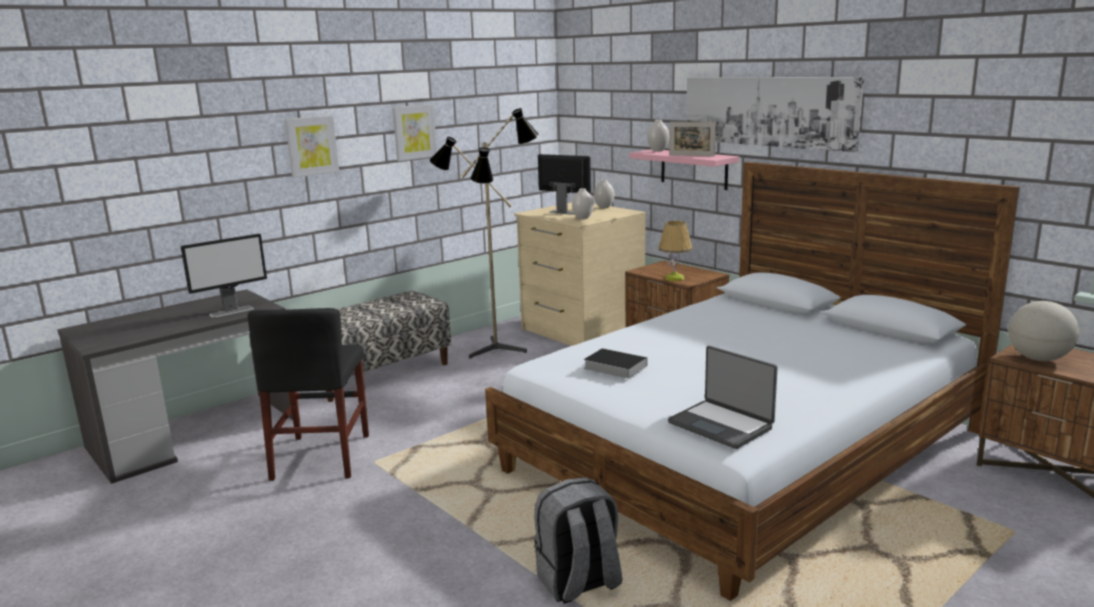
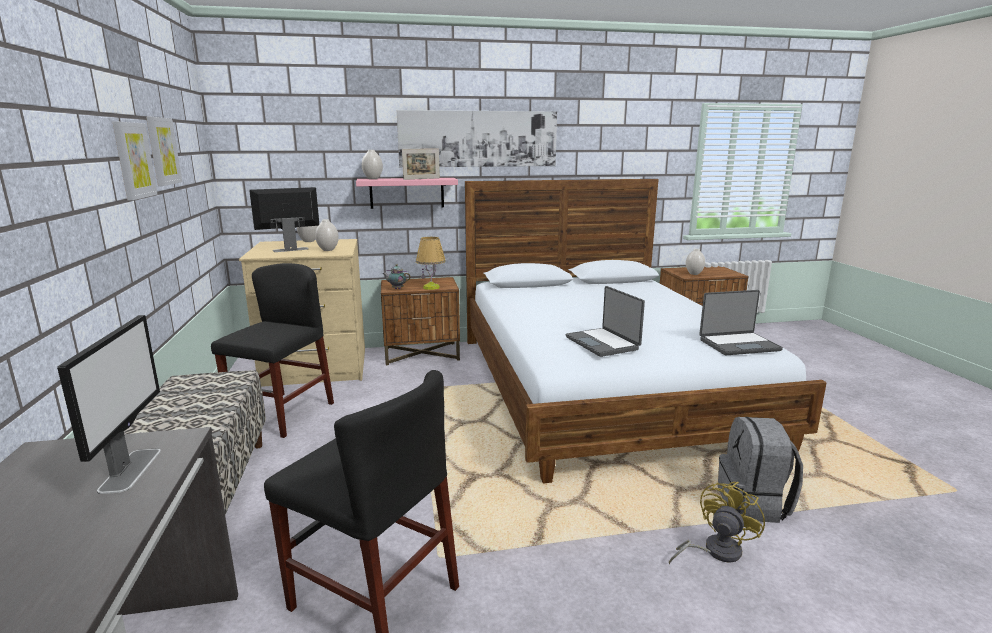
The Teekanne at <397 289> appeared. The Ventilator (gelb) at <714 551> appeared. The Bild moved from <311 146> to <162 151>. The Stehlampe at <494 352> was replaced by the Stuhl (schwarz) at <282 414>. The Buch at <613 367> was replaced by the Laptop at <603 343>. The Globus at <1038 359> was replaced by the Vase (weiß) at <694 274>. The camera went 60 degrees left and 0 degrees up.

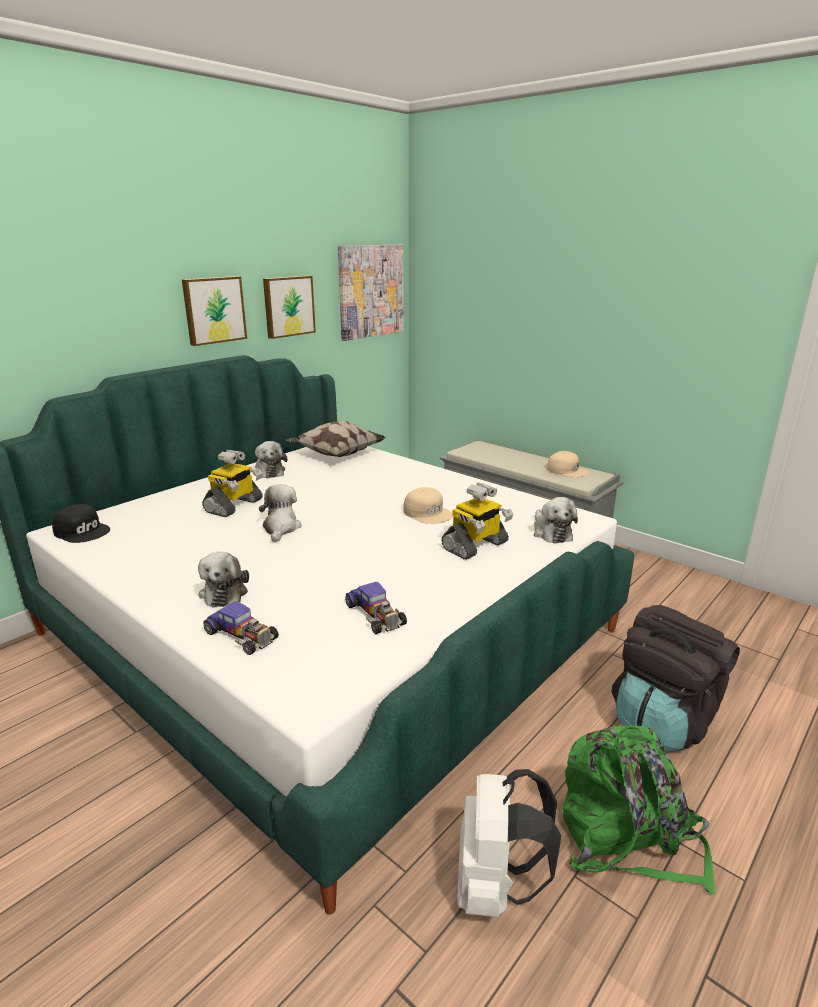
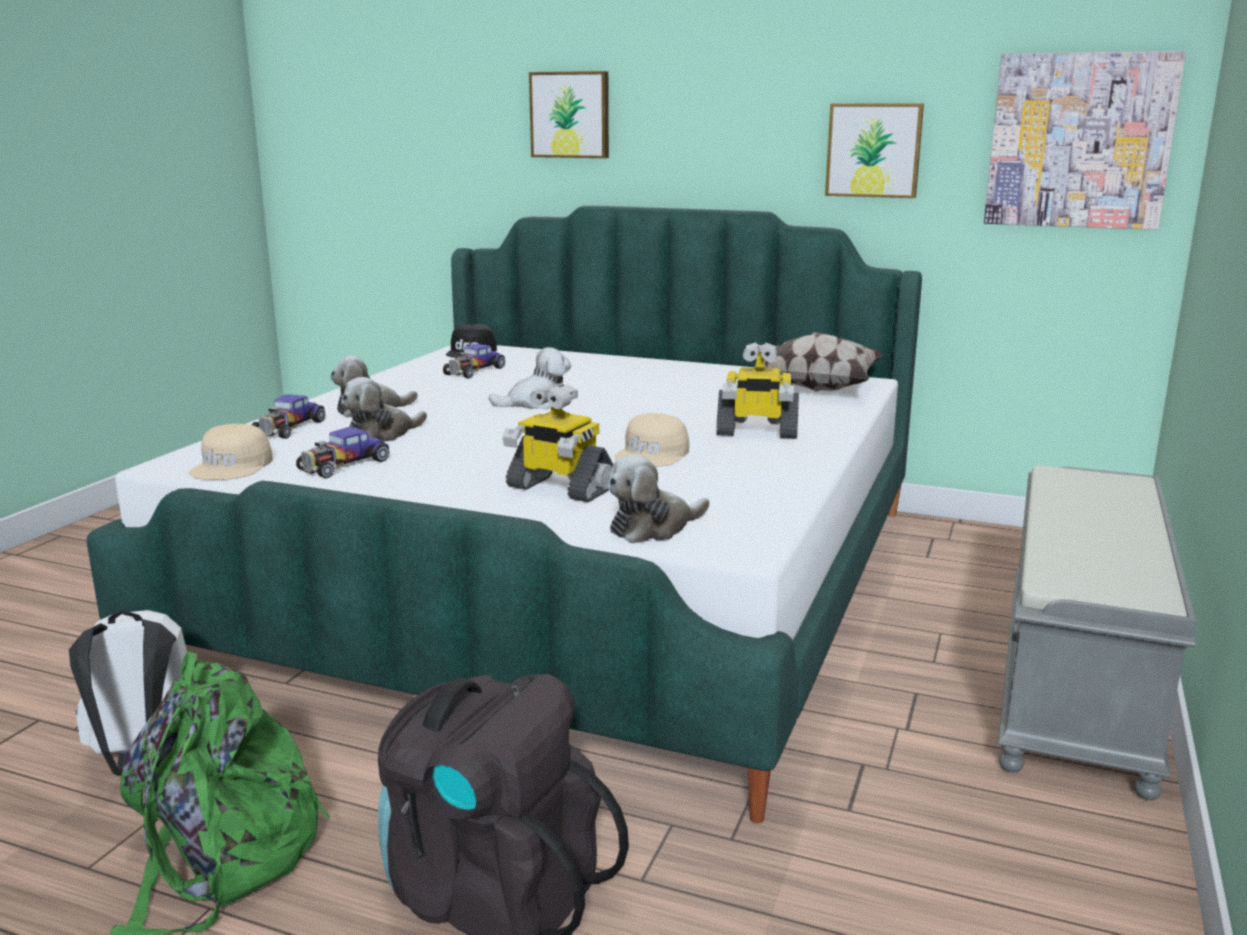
The Spielzeugauto at <474 371> appeared. The Bild moved from <213 310> to <570 115>. The Spielzeugroboter moved from <234 506> to <756 432>. The Plüschtier moved from <269 471> to <382 434>. The Kappe (beige) moved from <567 470> to <233 466>. The camera went 70 degrees right and 5 degrees down.

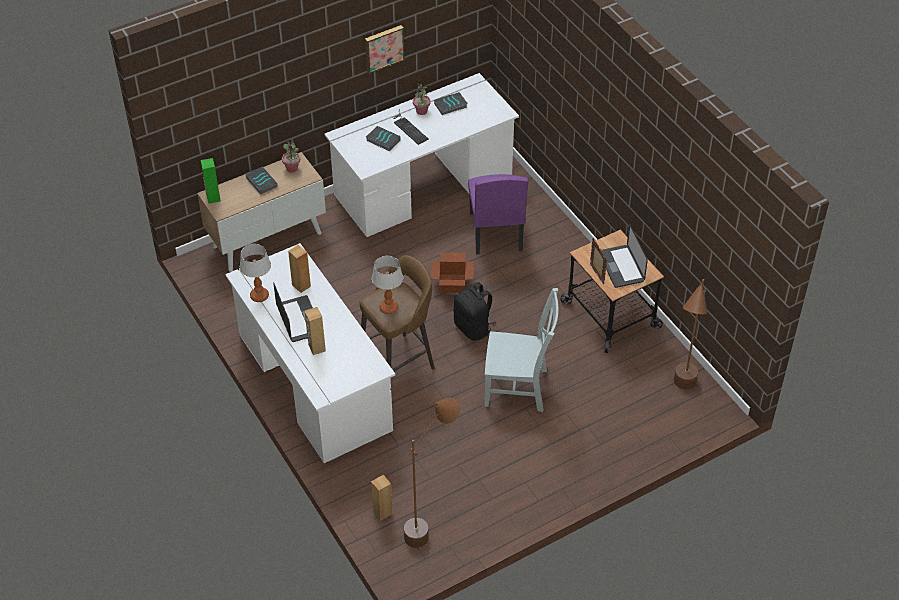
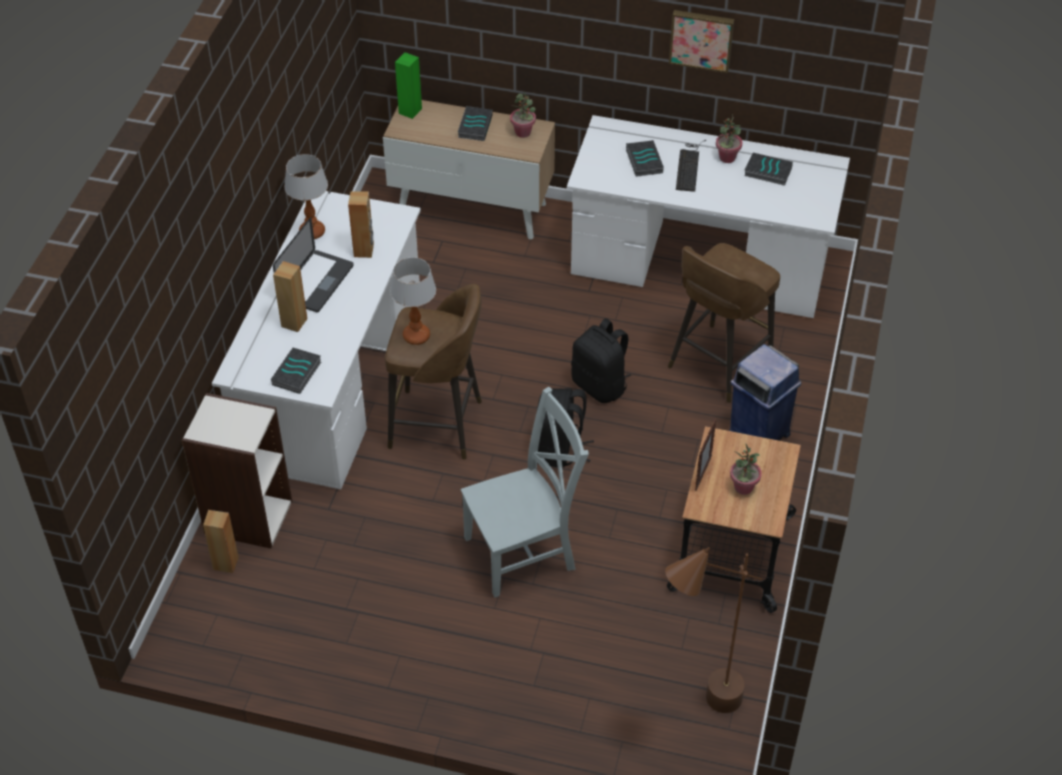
The Stehlampe (braun) at <431 524> disappeared. The Bücherregal at <247 517> appeared. The Buch at <297 374> appeared. The Mülleimer (blau) at <758 434> appeared. The Karton at <453 282> was replaced by the Rucksack (schwarz) at <600 385>. The Stuhl (lila) at <495 231> was replaced by the Hocker (braun) at <717 365>. The Laptop at <621 267> was replaced by the Topfpflanze at <743 487>. The Stuhl (grau) at <519 388> turned 75 degrees counterclockwise. The camera went 45 degrees right and 0 degrees up.

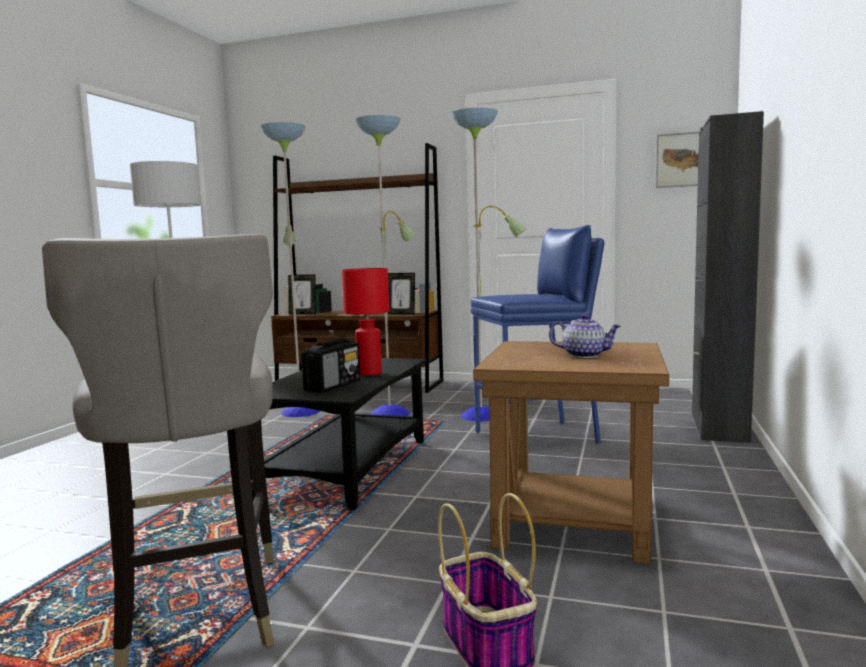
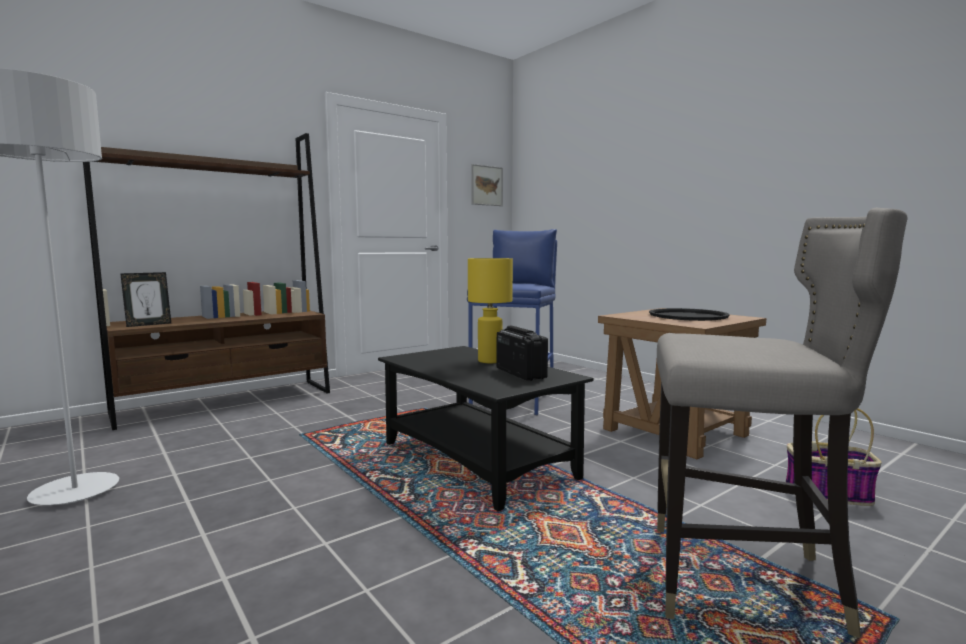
The Stehlampe at <391 412> disappeared. The Bilderrahmen at <401 314> disappeared. The Schrank (schwarz) at <719 427> disappeared. The Teekanne at <585 355> was replaced by the Tablett (schwarz) at <688 316>. The Tischlampe (rot) at <370 373> became the Tischlampe (gelb) at <490 361>. The camera went 55 degrees left and 0 degrees up.

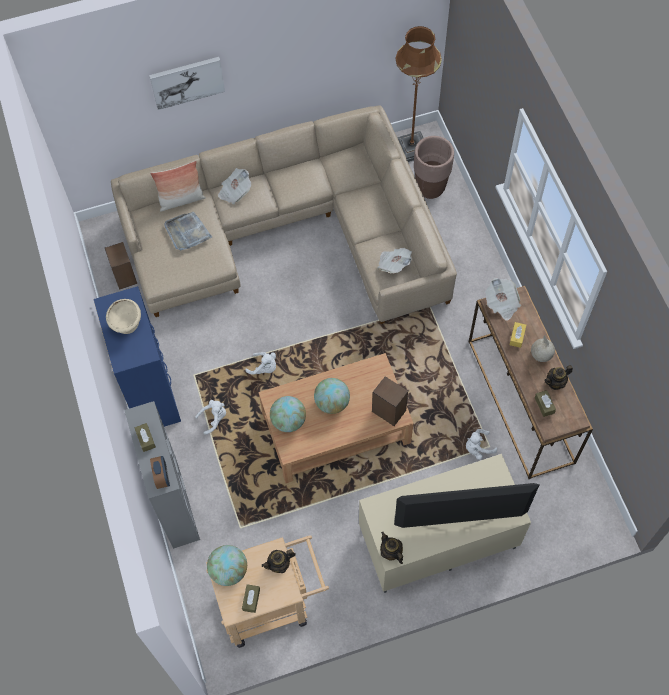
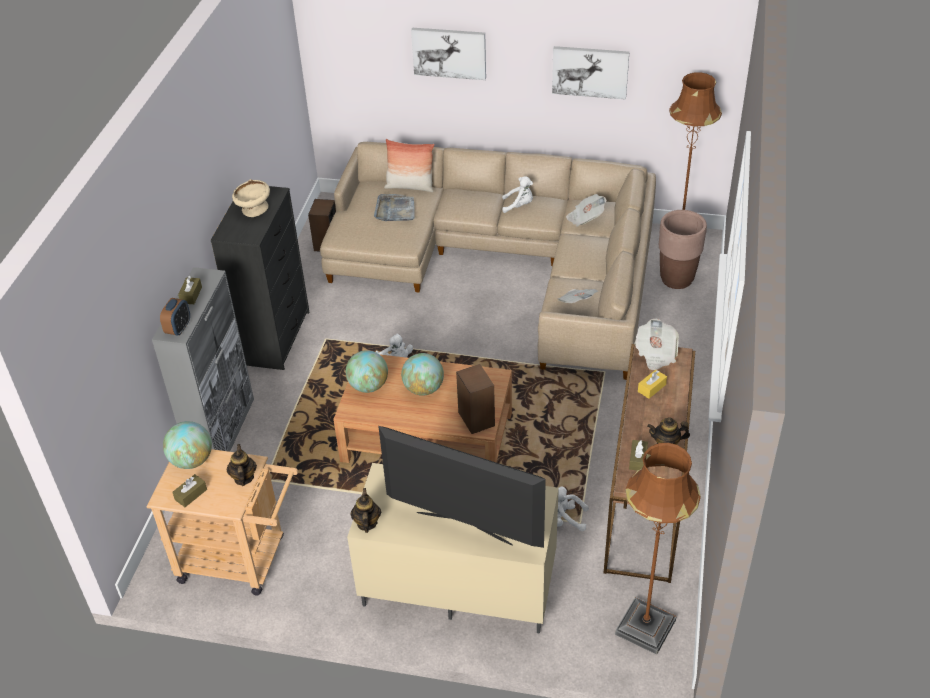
The Globus at <541 355> disappeared. The Bild at <590 71> appeared. The Stehlampe (braun) at <645 627> appeared. The Plüschtier (weiß) moved from <214 419> to <519 205>. The Zeitung moved from <234 191> to <585 218>. The Kommode (blau) at <151 393> became the Kommode (schwarz) at <275 337>. The Teekanne at <279 565> turned 75 degrees clockwise. The camera went 30 degrees right and 20 degrees down.

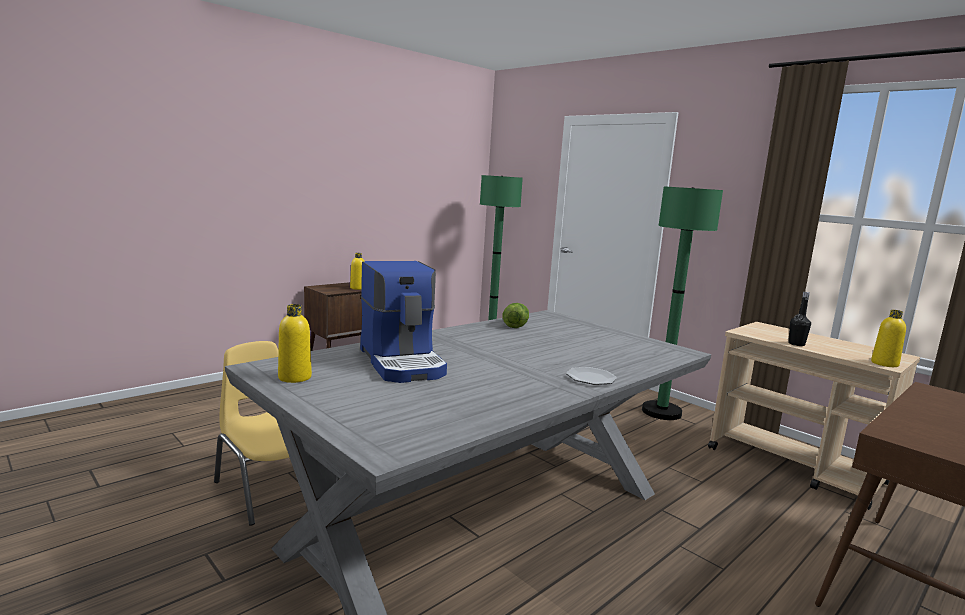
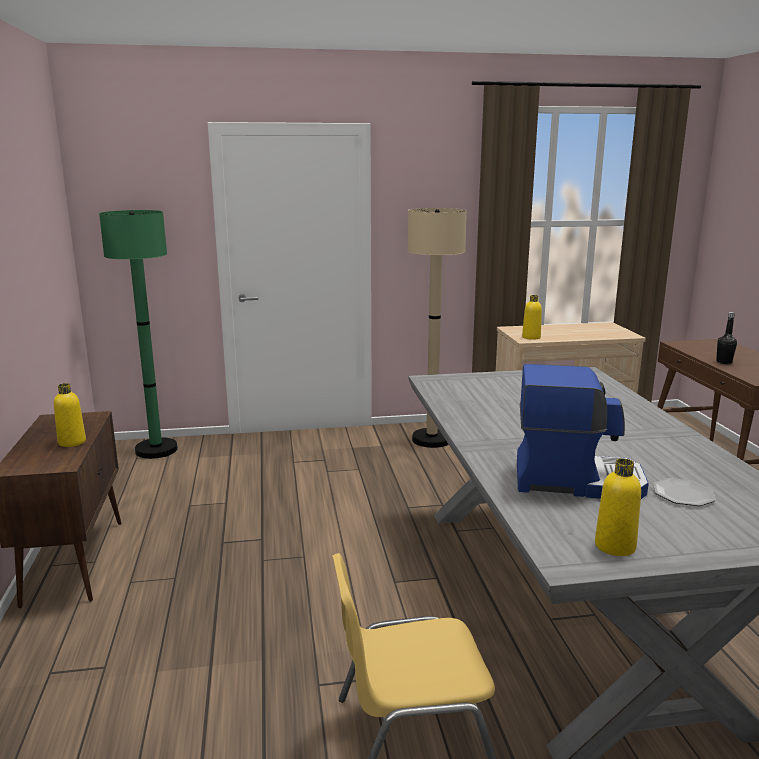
The Salatkopf at <515 325> disappeared. The Teller moved from <590 378> to <682 494>. The Flasche (schwarz) moved from <796 344> to <724 362>. The Flasche (gelb) moved from <884 364> to <531 337>. The Stehlampe (grün) at <661 412> became the Stehlampe (beige) at <431 439>. The camera went 55 degrees left and 5 degrees up.

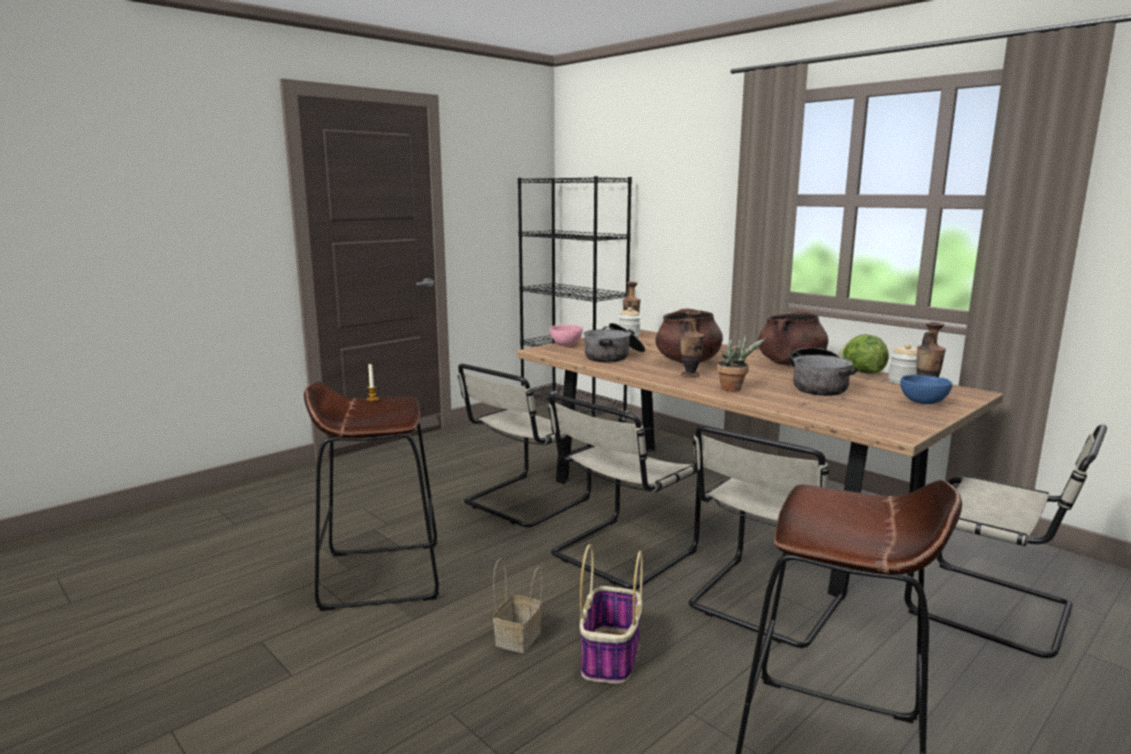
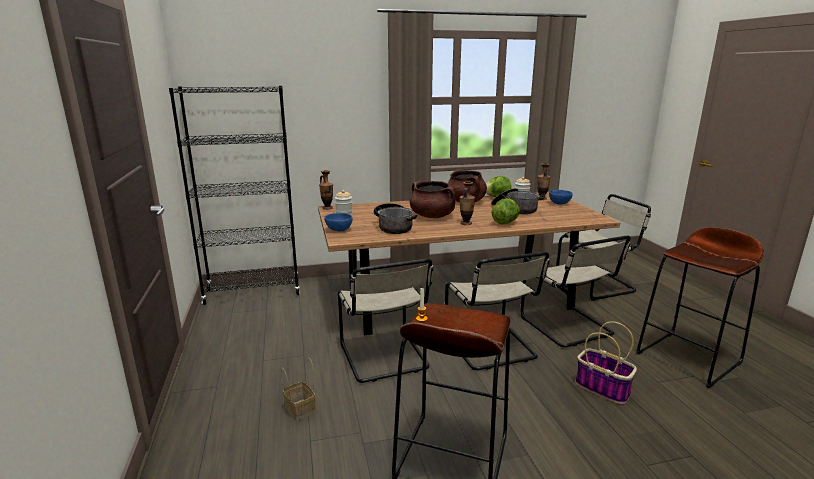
The Korb moved from <518 639> to <301 410>. The Topfpflanze at <734 389> was replaced by the Salatkopf at <505 223>. The Schüssel (rosa) at <565 345> became the Schüssel (blau) at <339 230>. The camera went 60 degrees left and 5 degrees up.

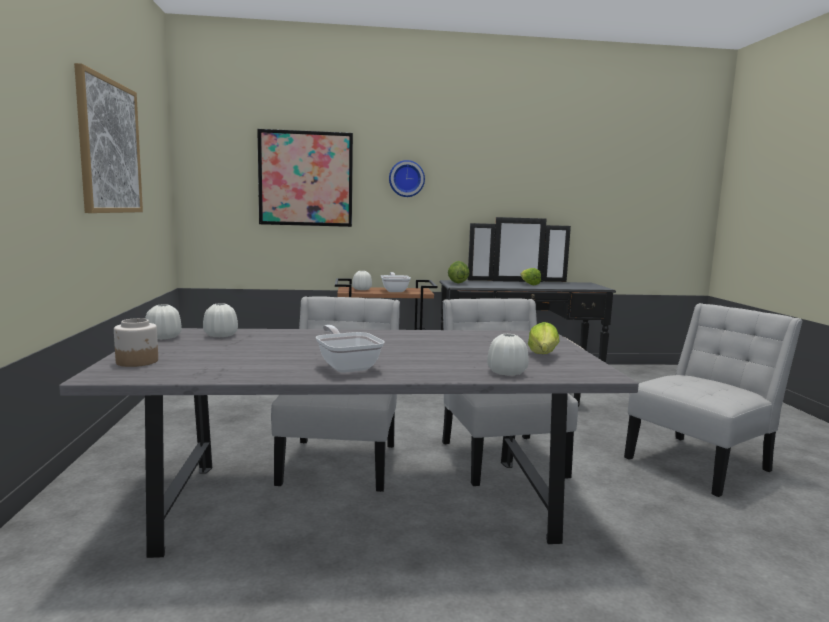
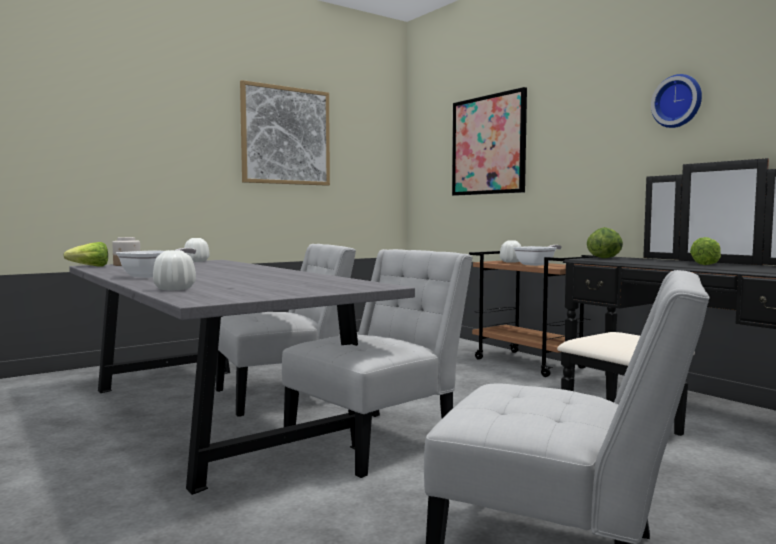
The Vase (weiß) at <221 335> disappeared. The Wanduhr moved from <406 178> to <678 101>. The Salatkopf moved from <542 357> to <86 266>. The camera went 60 degrees right and 5 degrees down.

